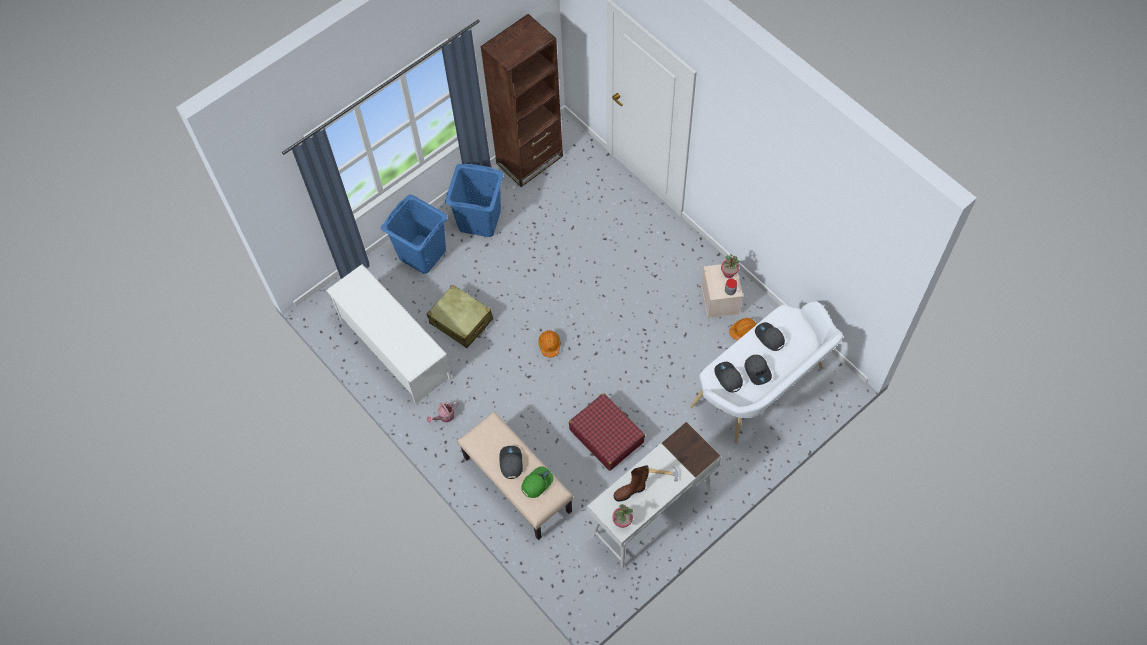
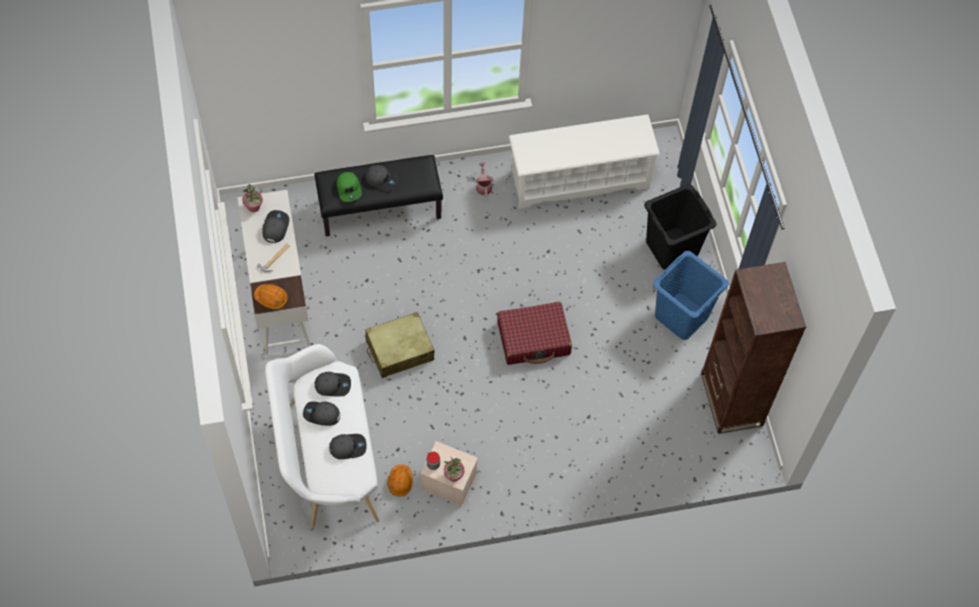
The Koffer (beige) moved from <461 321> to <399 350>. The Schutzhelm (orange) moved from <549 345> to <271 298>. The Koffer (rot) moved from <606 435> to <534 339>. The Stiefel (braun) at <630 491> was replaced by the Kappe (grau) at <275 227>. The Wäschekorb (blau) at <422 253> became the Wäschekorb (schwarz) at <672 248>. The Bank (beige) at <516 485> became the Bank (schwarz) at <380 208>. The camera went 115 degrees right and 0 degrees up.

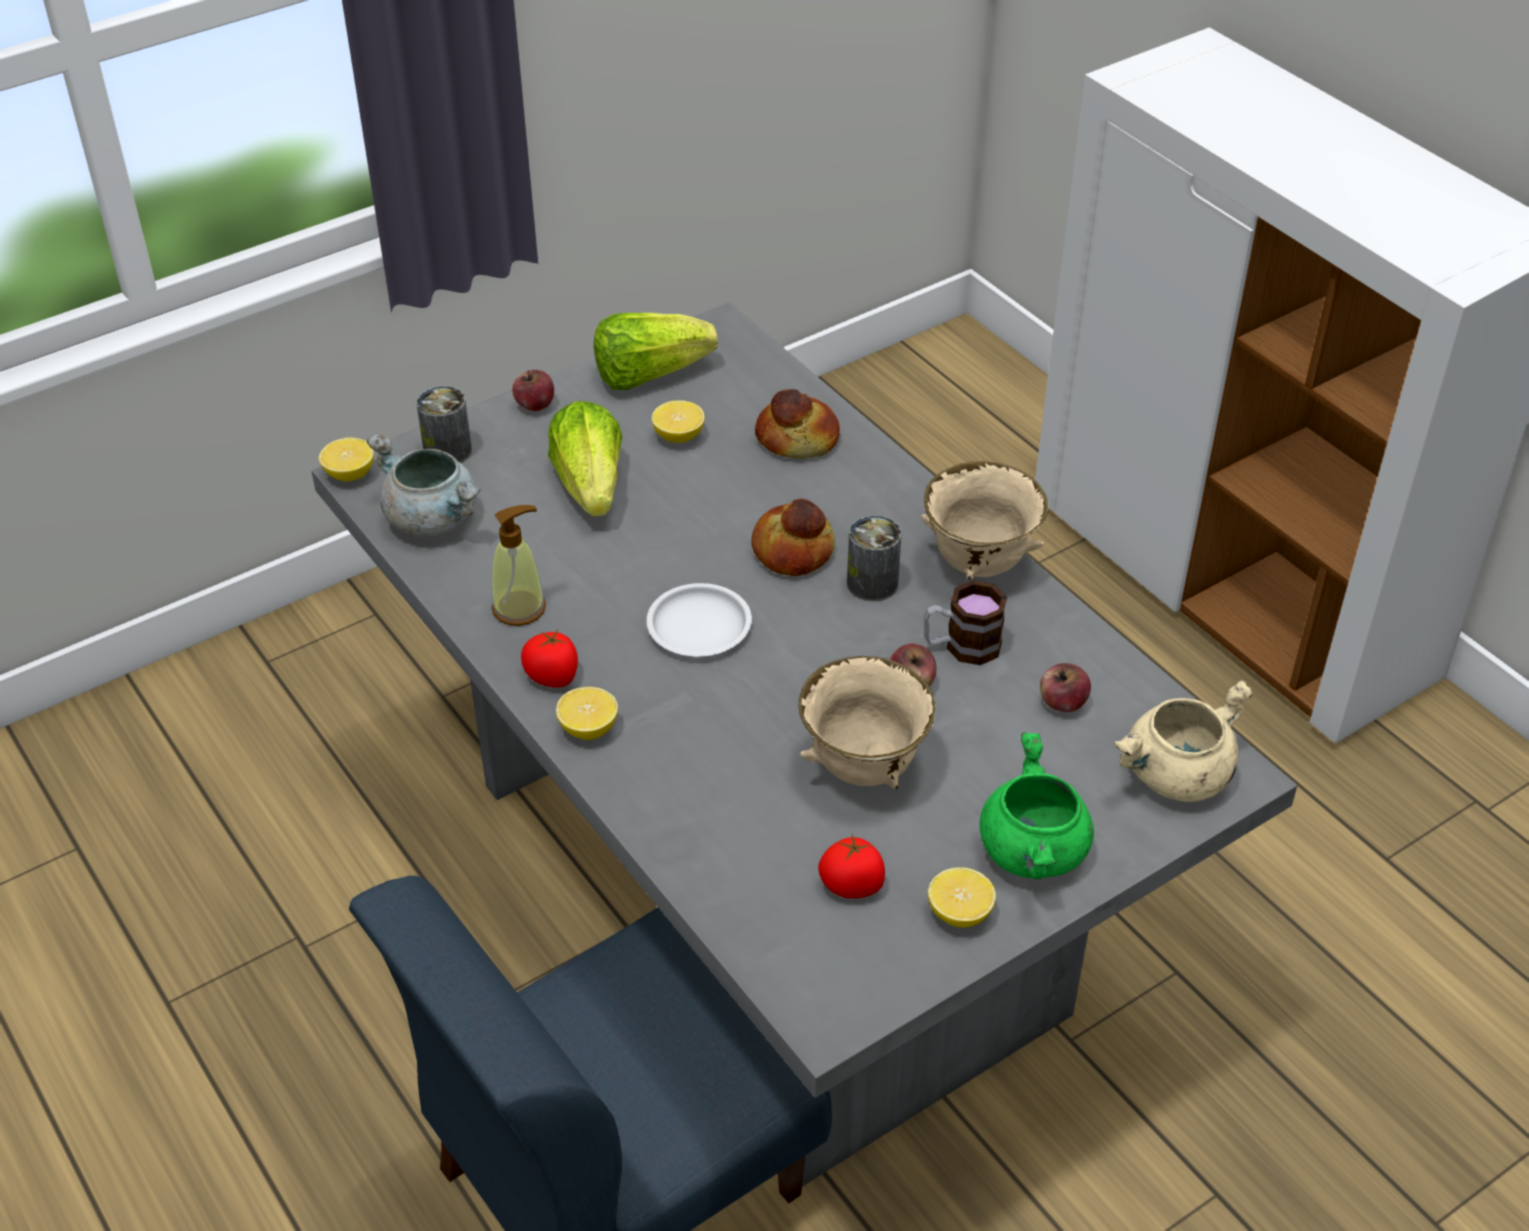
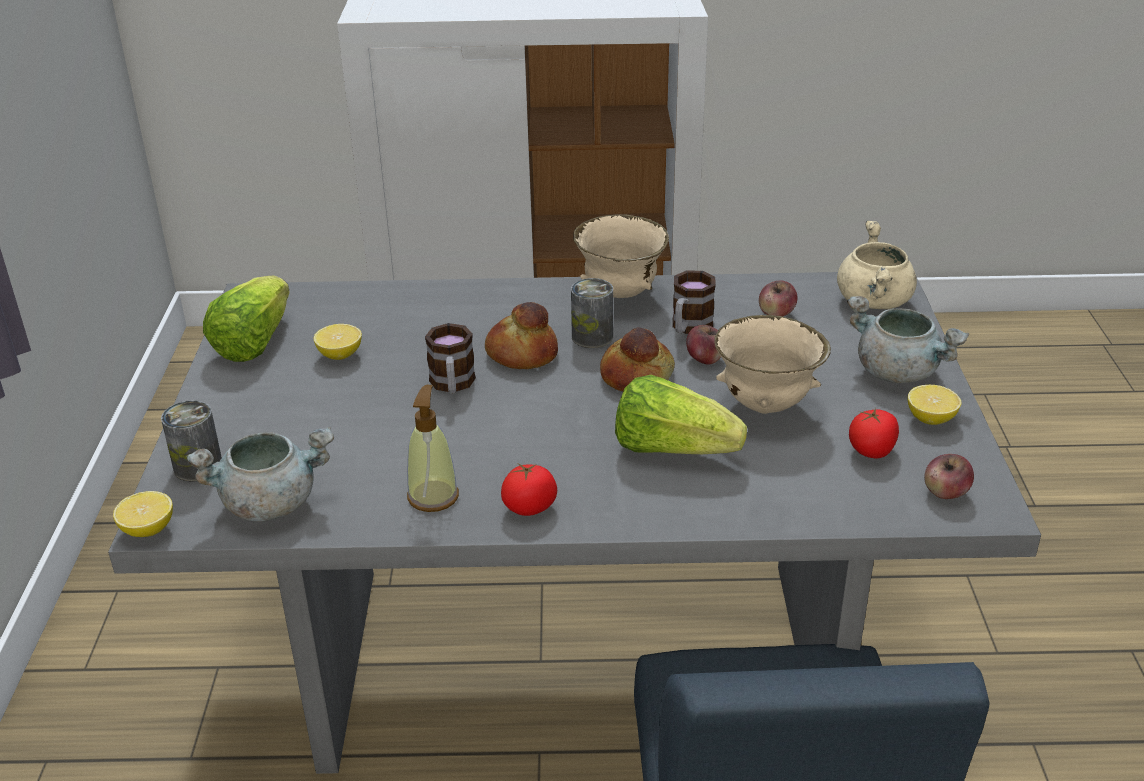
The Zitrone at <588 728> disappeared. The Teller (weiß) at <700 626> disappeared. The Henkelbecher at <452 385> appeared. The Apfel moved from <534 405> to <945 493>. The Salatkopf moved from <590 486> to <672 449>. The Brot moved from <798 438> to <635 375>. The Kochtopf (grün) at <1035 853> became the Kochtopf (grau) at <899 372>. The camera went 55 degrees left and 10 degrees down.

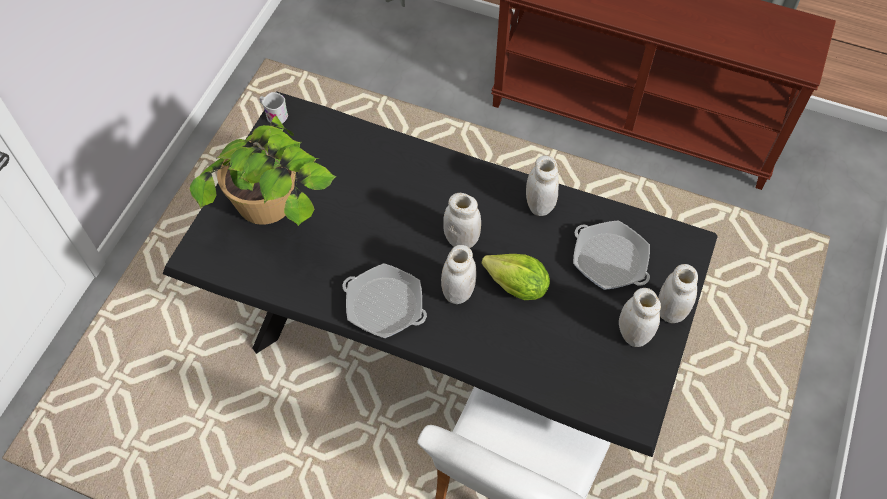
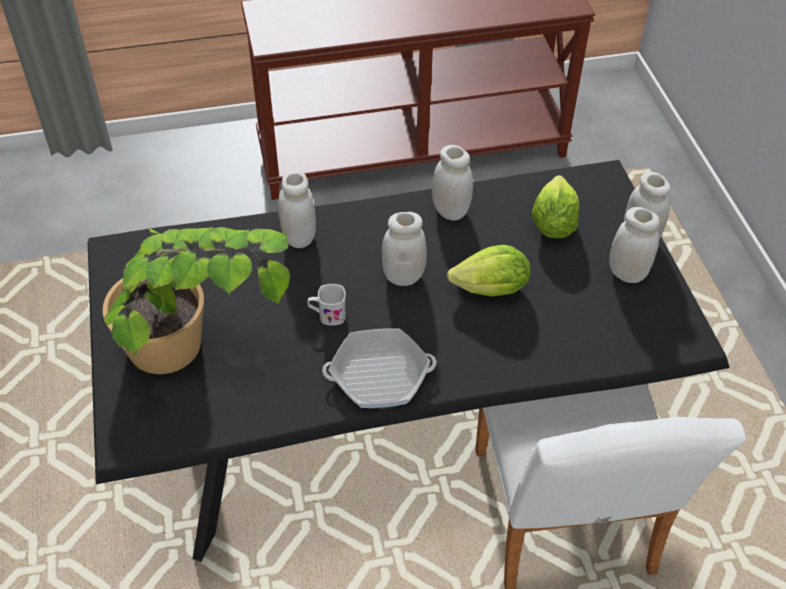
The Henkelbecher (weiß) moved from <274 115> to <327 316>. The Vorratsglas (weiß) moved from <458 292> to <299 237>. The Pfanne at <609 260> was replaced by the Salatkopf at <552 224>. The camera went 35 degrees left and 10 degrees down.

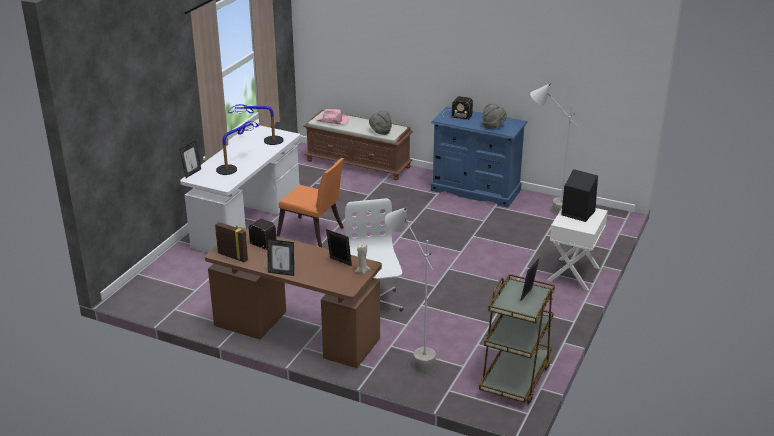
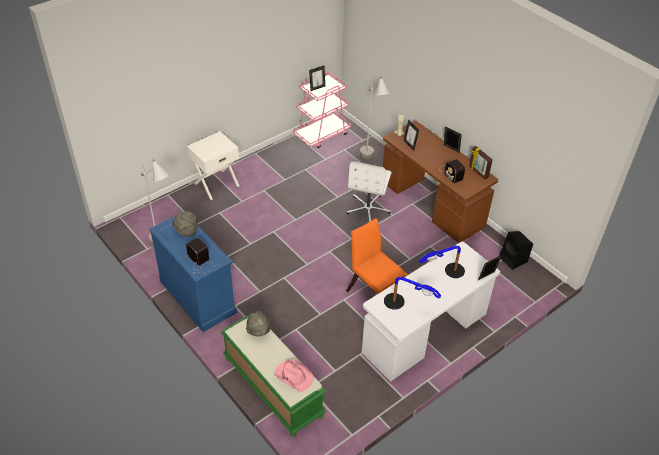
The Lautsprecher (schwarz) moved from <577 213> to <513 259>. The Bank (braun) at <359 163> became the Bank (grün) at <272 386>. The Rollwagen (braun) at <515 378> became the Rollwagen (rosa) at <322 134>. The camera went 155 degrees left and 15 degrees up.

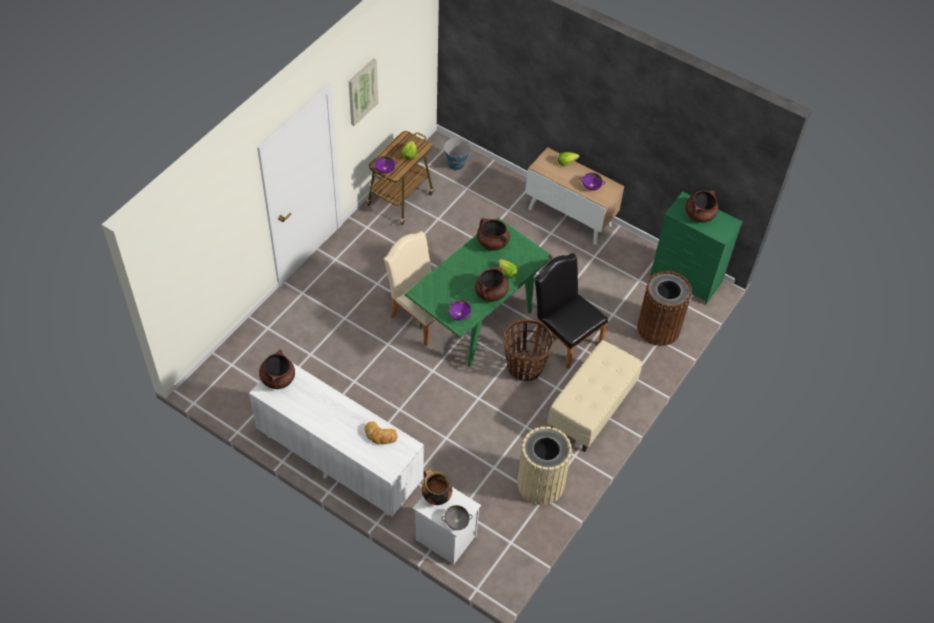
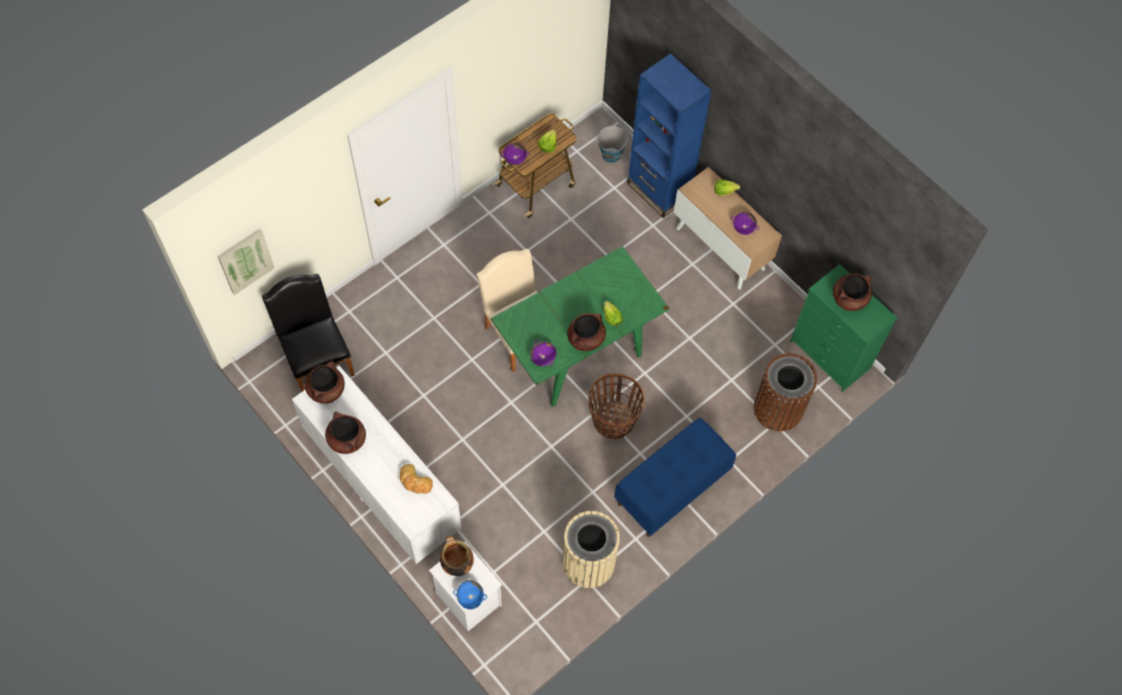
The Bücherregal (blau) at <658 190> appeared. The Bild moved from <362 91> to <245 260>. The Kochtopf (braun) moved from <492 243> to <347 439>. The Stuhl (schwarz) moved from <564 337> to <316 357>. The Schüssel (grau) at <456 521> became the Schüssel (blau) at <470 597>. The Bank (beige) at <592 409> became the Bank (blau) at <672 488>. The camera went 15 degrees right and 10 degrees up.

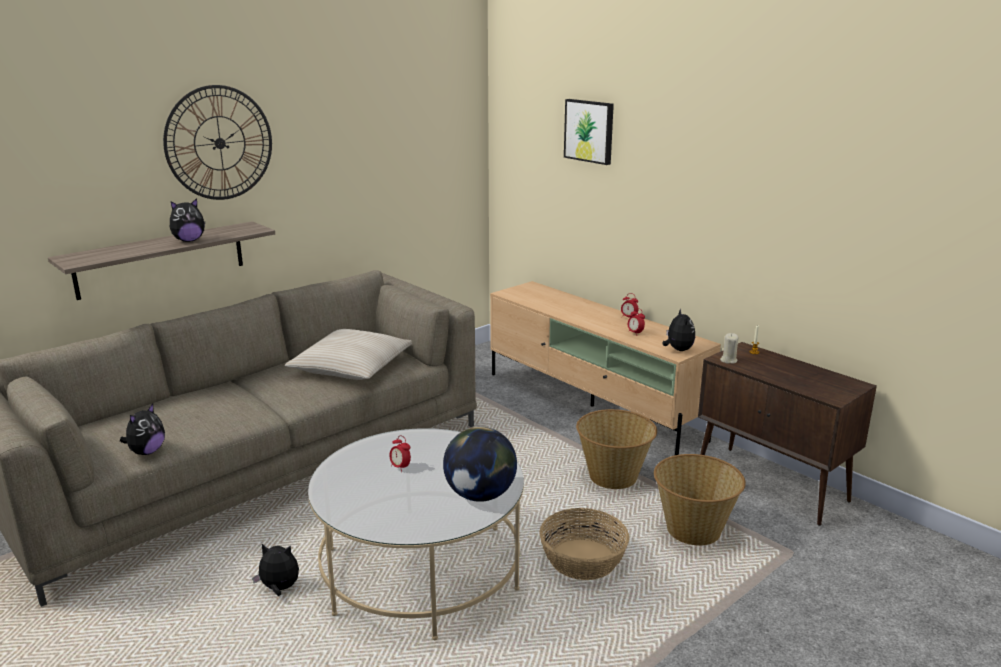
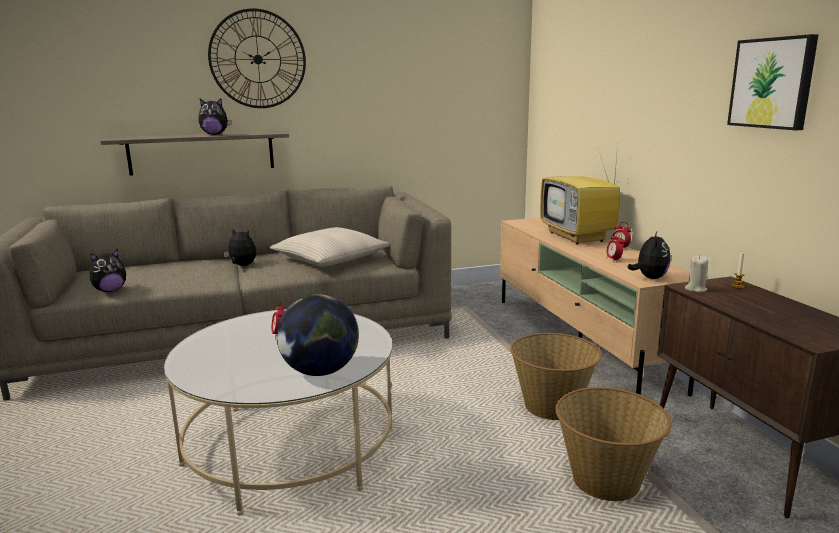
The Korb at <583 560> disappeared. The Fernseher at <578 237> appeared. The Plüschtier moved from <279 589> to <242 266>. The Bild moved from <589 131> to <772 83>. The camera went 25 degrees right and 5 degrees down.

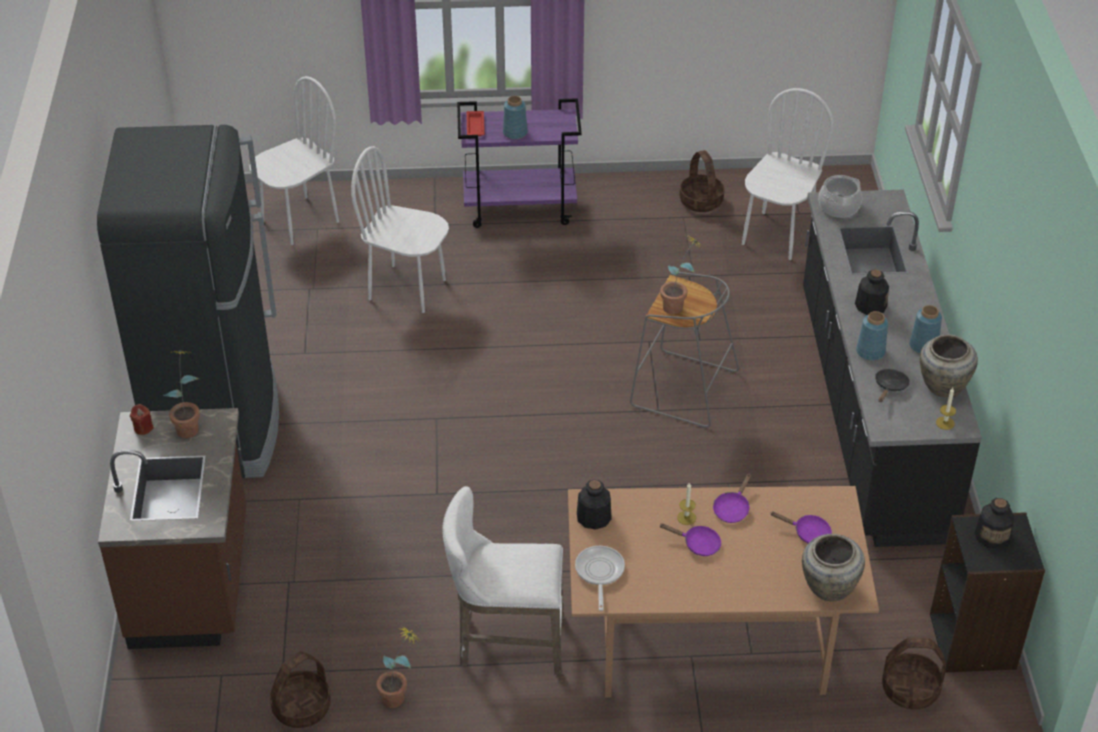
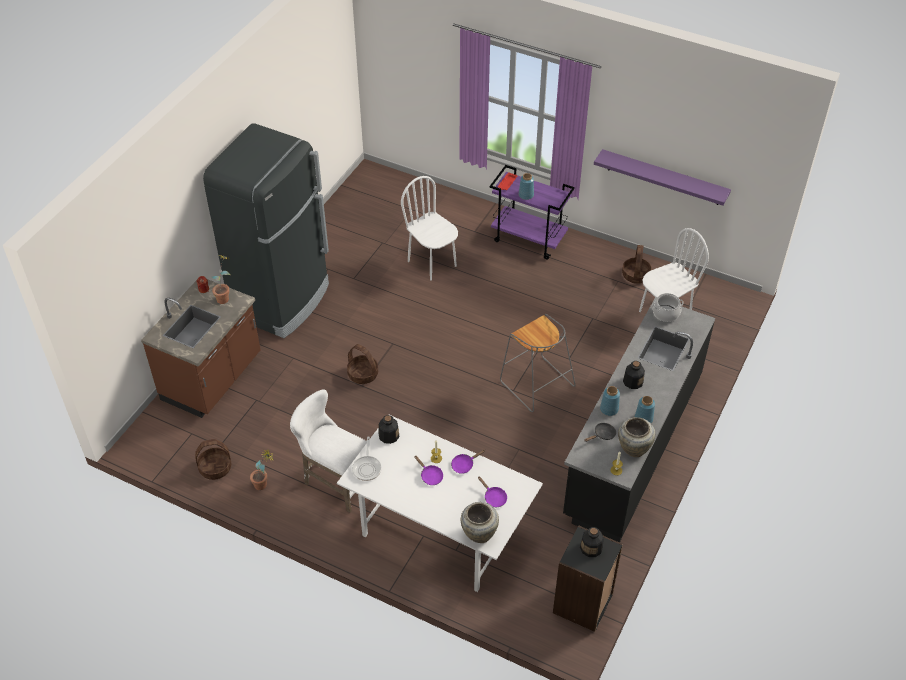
The Stuhl (weiß) at <299 221> disappeared. The Topfpflanze at <678 306> disappeared. The Wandregal (lila) at <664 177> appeared. The Korb moved from <909 690> to <362 374>. The Esstisch (braun) at <708 639> became the Esstisch (weiß) at <439 531>. The Pfanne at <599 573> turned 150 degrees clockwise. The camera went 30 degrees right and 5 degrees up.

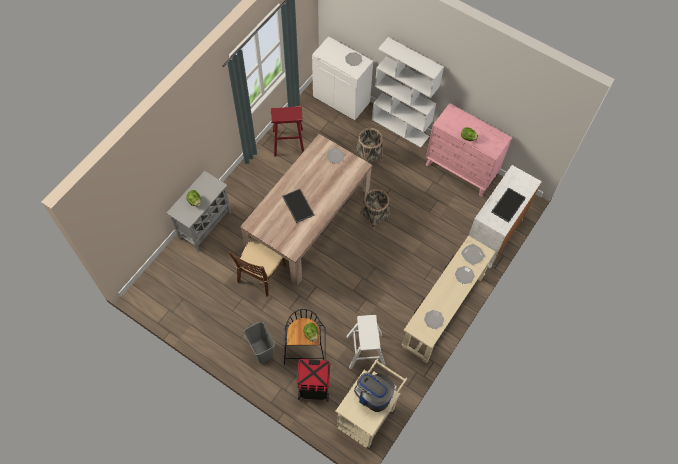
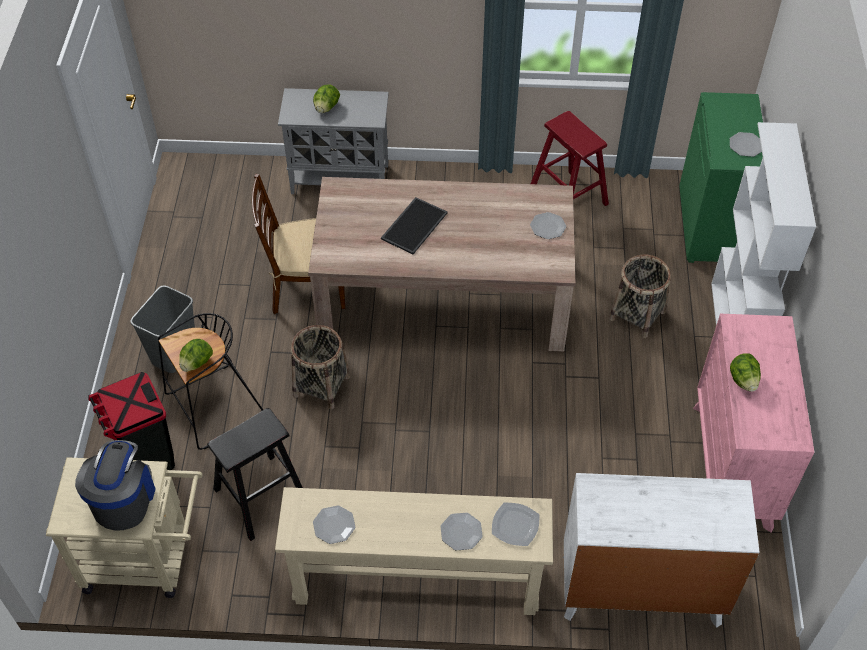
The Tablett at <508 204> disappeared. The Korb moved from <375 216> to <321 386>. The Schrank (weiß) at <342 99> became the Schrank (grün) at <710 225>. The Hocker (weiß) at <365 350> became the Hocker (schwarz) at <261 496>. The camera went 60 degrees right and 10 degrees down.

